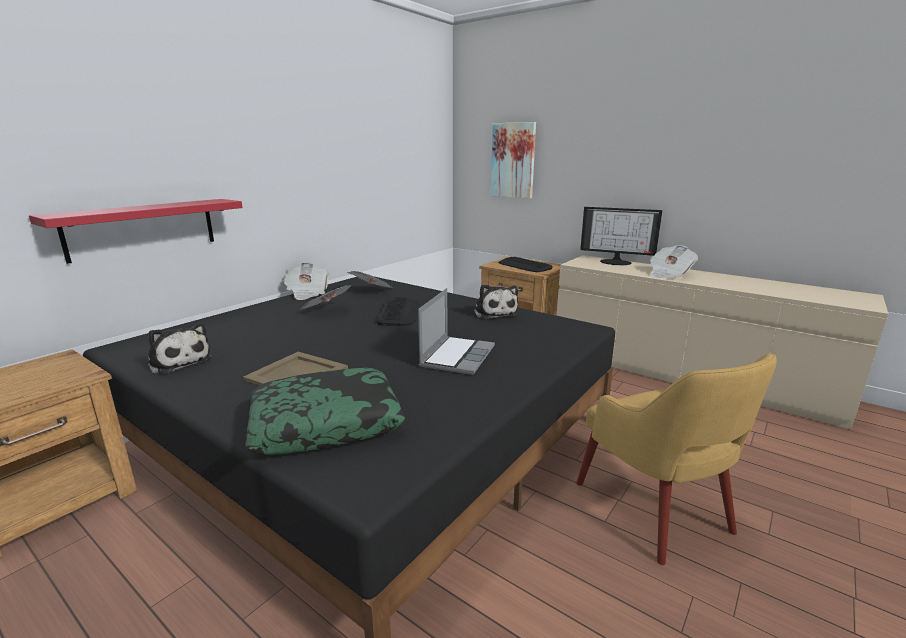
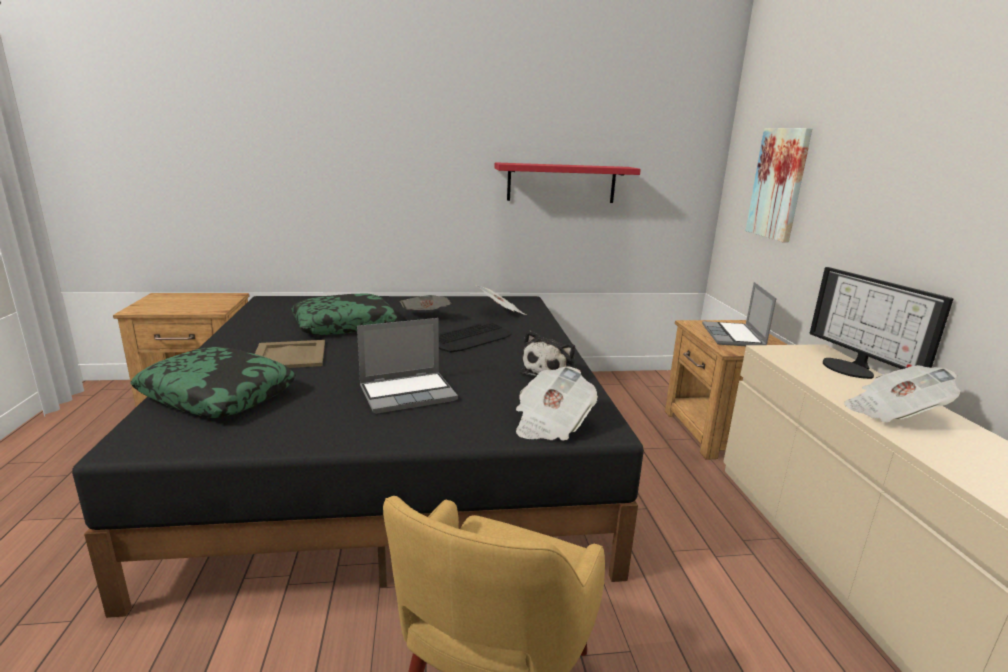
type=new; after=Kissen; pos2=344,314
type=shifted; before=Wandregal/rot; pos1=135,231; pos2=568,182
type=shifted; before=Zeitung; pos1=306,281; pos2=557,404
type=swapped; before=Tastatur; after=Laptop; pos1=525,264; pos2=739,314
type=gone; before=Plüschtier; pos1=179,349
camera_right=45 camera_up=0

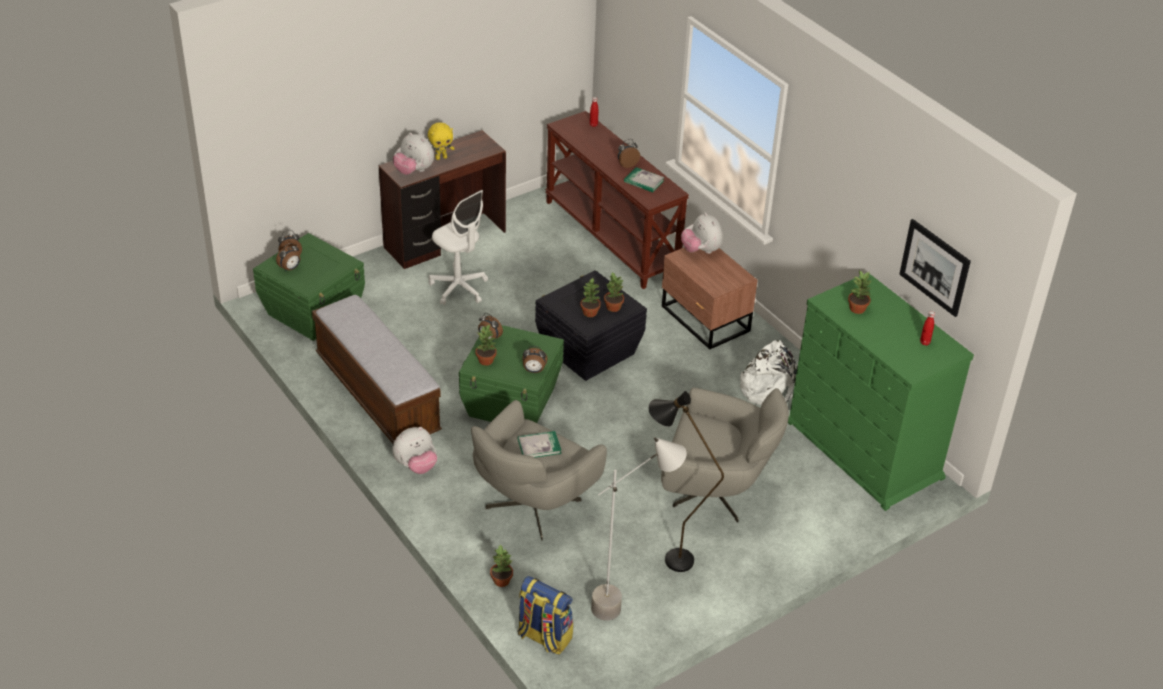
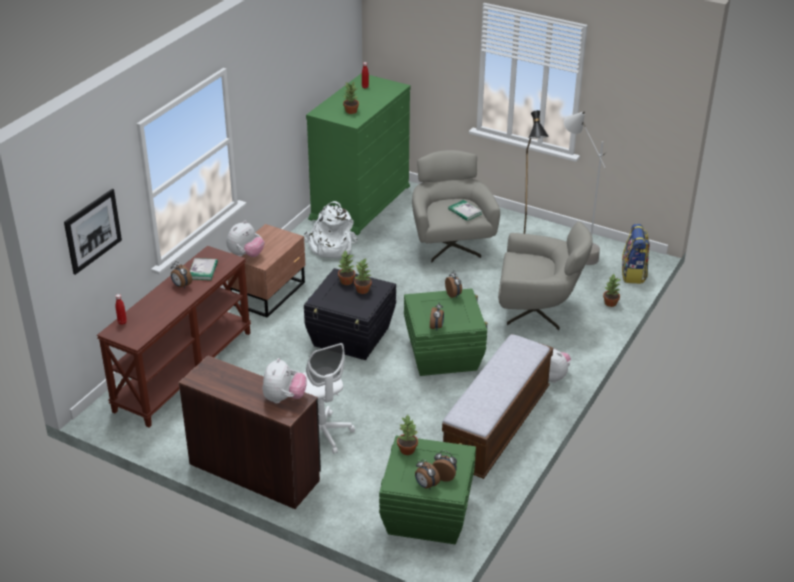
type=shifted; before=Bild; pos1=935,268; pos2=93,232
type=rotated; before=Bürostuhl/weiß; pos1=458,247; pos2=329,398; turn=135
type=shifted; before=Topfpflanze; pos1=486,345; pos2=407,435
type=shifted; before=Buch; pos1=539,444; pos2=465,210
type=gone; before=Plüschtier/gelb; pos1=441,141
camera_right=-115 camera_up=-5

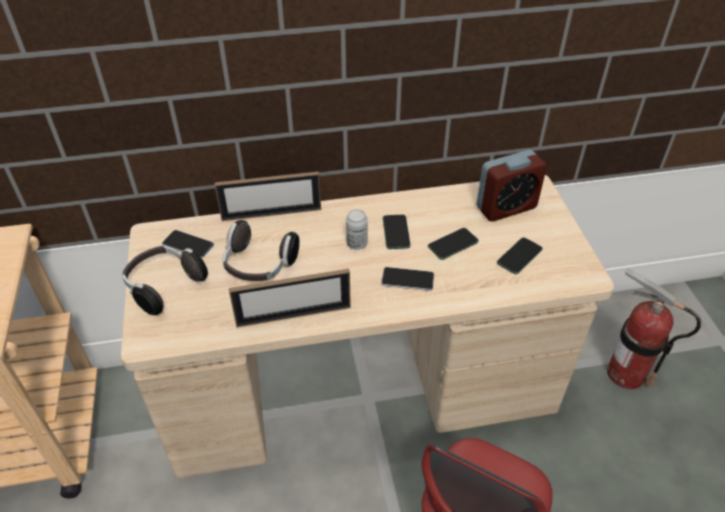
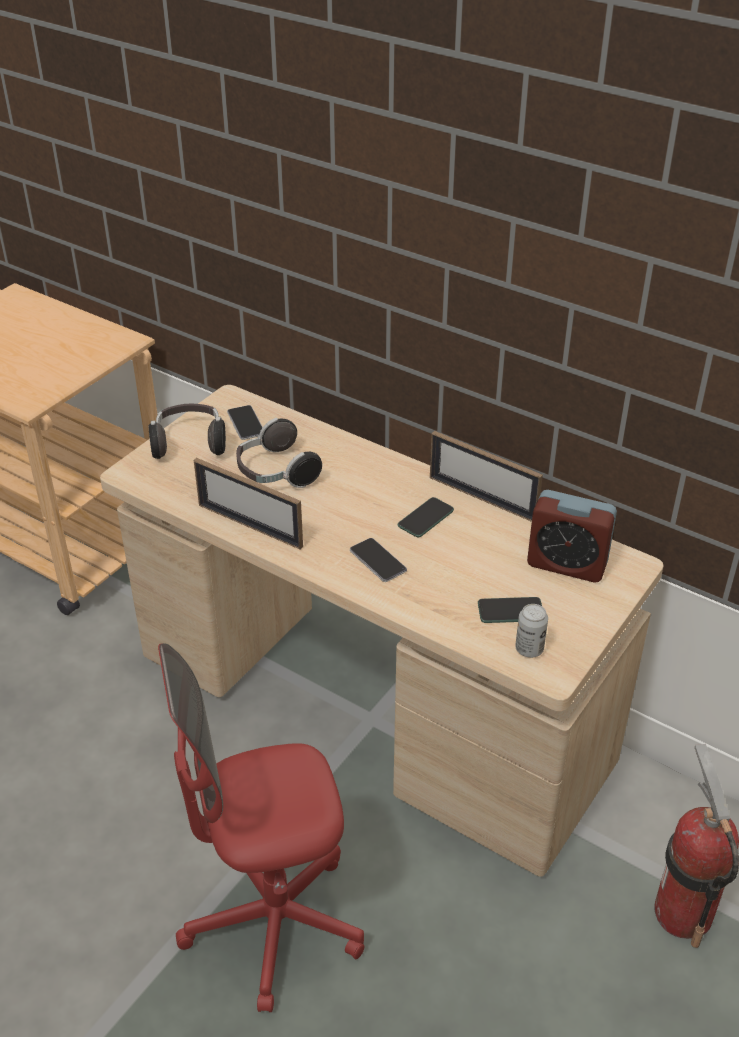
type=shifted; before=Bilderrahmen; pos1=267,196; pos2=486,476
type=shifted; before=Dose; pos1=357,229; pos2=531,631
type=gone; before=Handy; pos1=453,244
camera_right=45 camera_up=-5

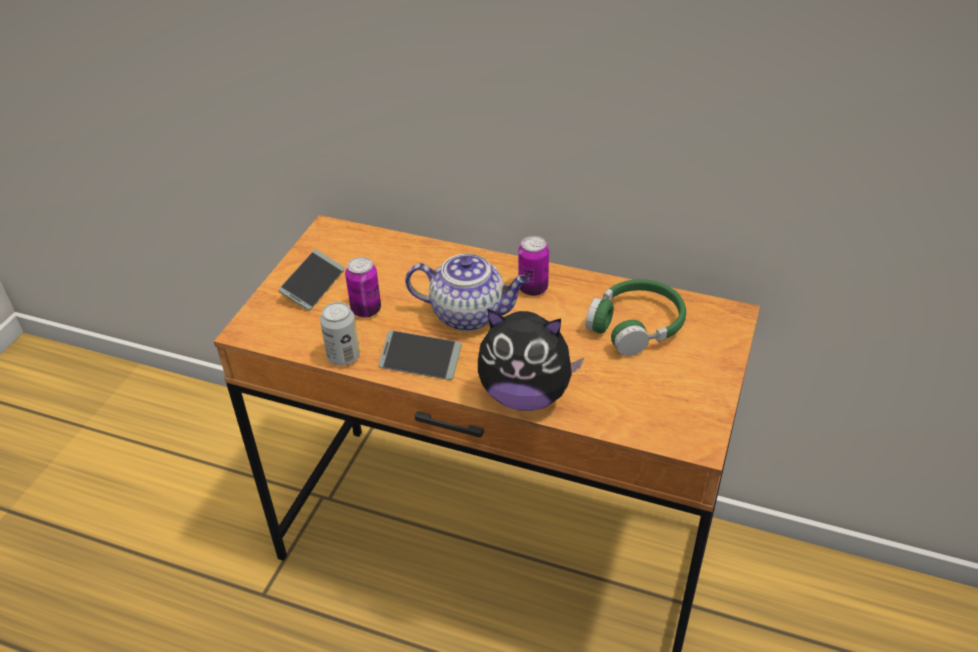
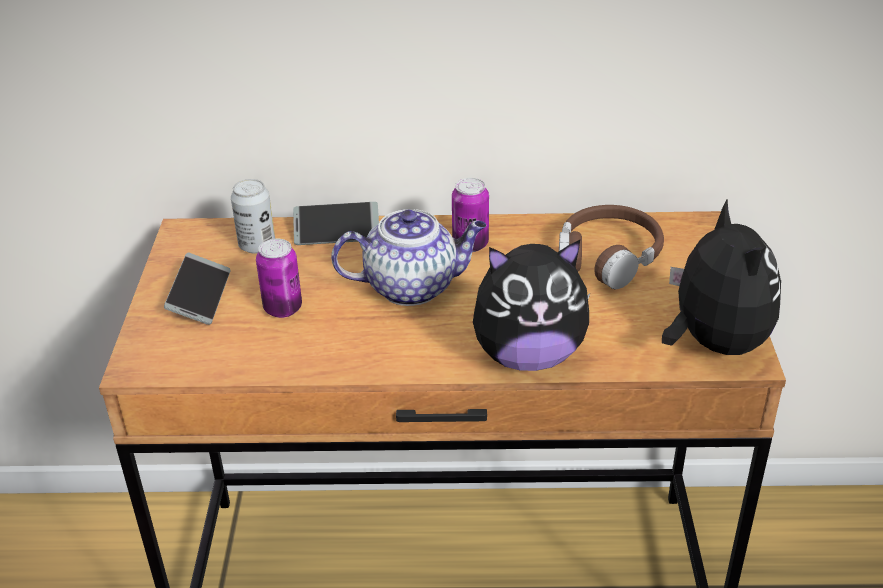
type=shifted; before=Dose; pos1=340,334; pos2=253,216
type=shifted; before=Handy; pos1=420,355; pos2=336,223
type=repainted; before=Kopfhörer/grün; after=Kopfhörer/braun; pos1=636,317; pos2=611,247
type=new; after=Plüschtier; pos2=721,277
camera_right=-20 camera_up=-5

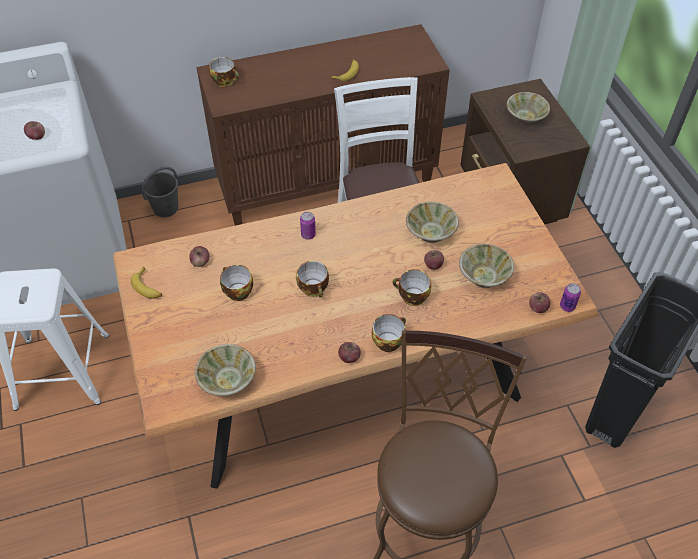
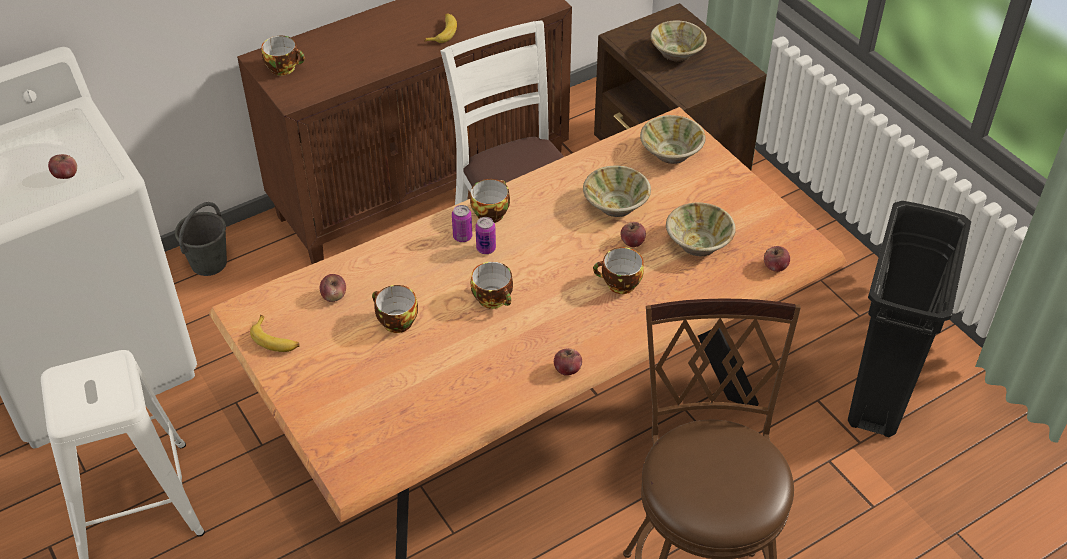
type=shifted; before=Tasse; pos1=389,333; pos2=490,201
type=shifted; before=Dose; pos1=570,297; pos2=485,235
type=shifted; before=Schüssel/beige; pos1=225,370; pos2=673,139
camera_right=-15 camera_up=-5

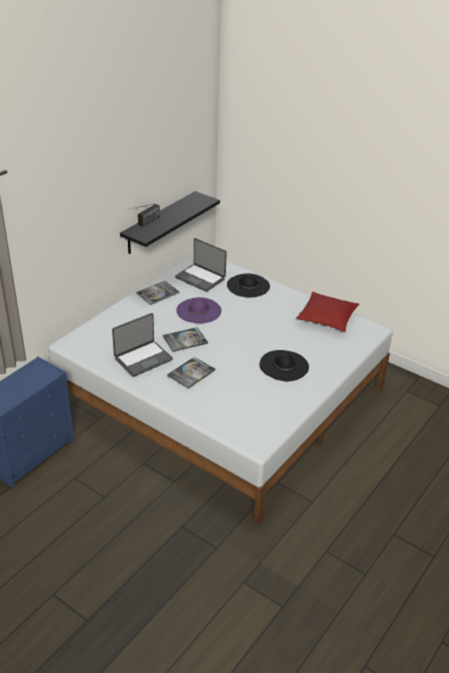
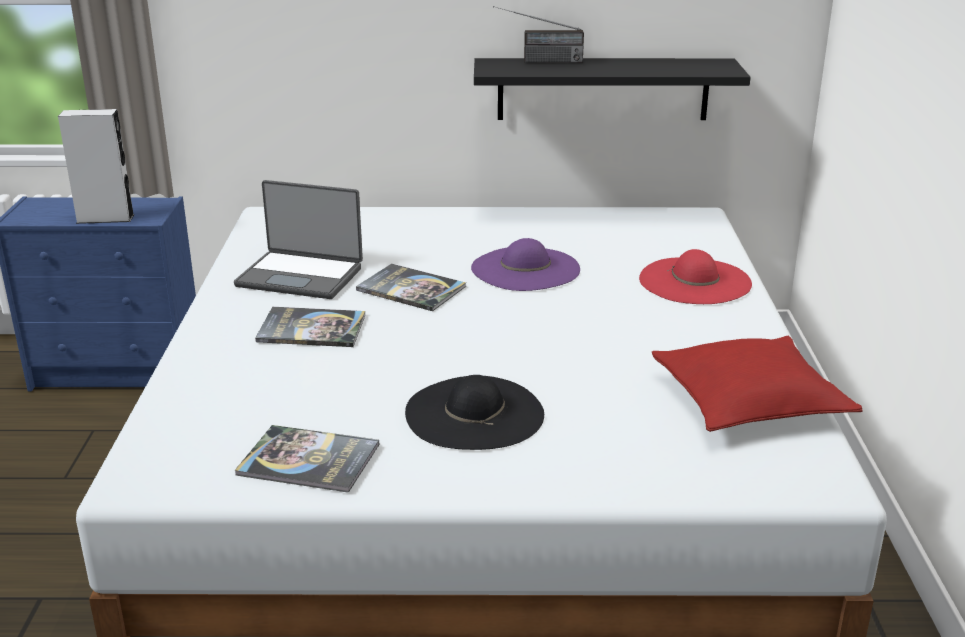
type=new; after=Lautsprecher/grau; pos2=96,166
type=shifted; before=Buch; pos1=157,293; pos2=307,459
type=repainted; before=Hut/schwarz; after=Hut/rot; pos1=248,285; pos2=695,276
type=gone; before=Laptop; pos1=201,265
camera_right=55 camera_up=-10

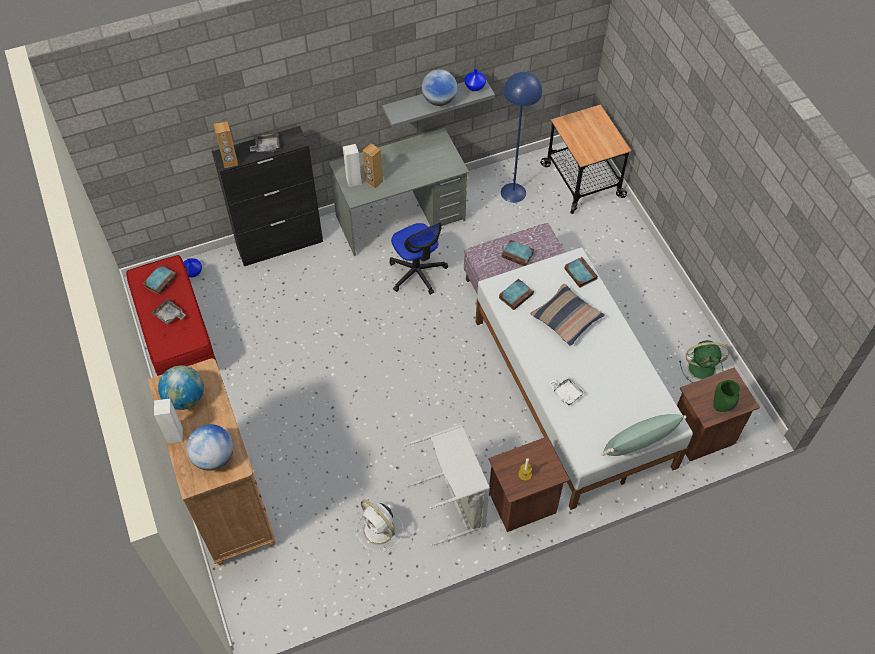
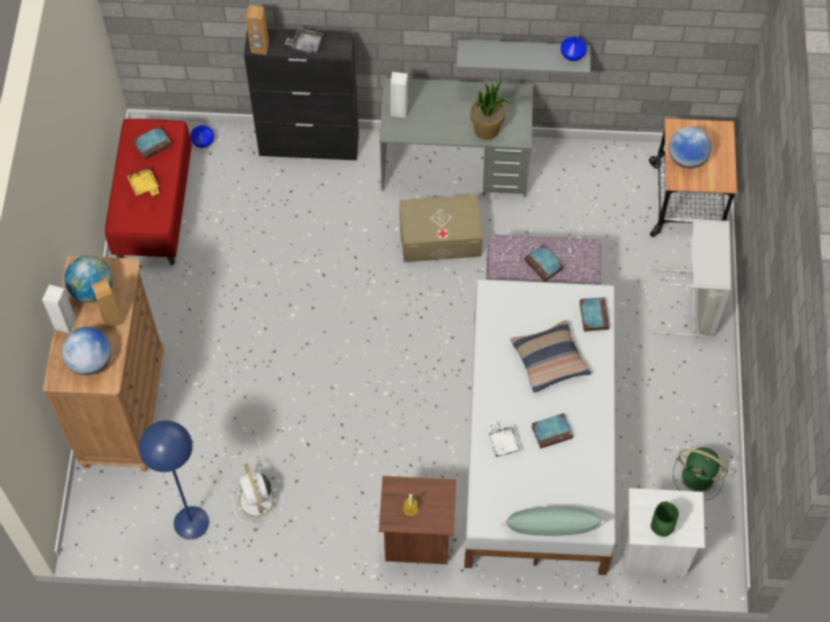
type=shifted; before=Lautsprecher/braun; pos1=373,165; pos2=107,304
type=repainted; before=Tablett/grau; after=Tablett/gelb; pos1=169,311; pos2=143,181
type=shifted; before=Stehlampe/blau; pos1=521,137; pos2=174,480
type=swapped; before=Bürostuhl; after=Aufbewahrungsbox/beige; pos1=418,258; pos2=441,228
type=new; after=Topfpflanze; pos2=490,110
type=shifted; before=Buch; pos1=516,294; pos2=552,431
type=repainted; before=Nachttisch/braun; after=Nachttisch/weiß; pos1=718,414; pos2=663,532
type=shifted; before=Wäschekorb/grau; pos1=447,485; pos2=691,278
type=shifted; before=Globus; pos1=439,87; pos2=690,147
camera_right=25 camera_up=5

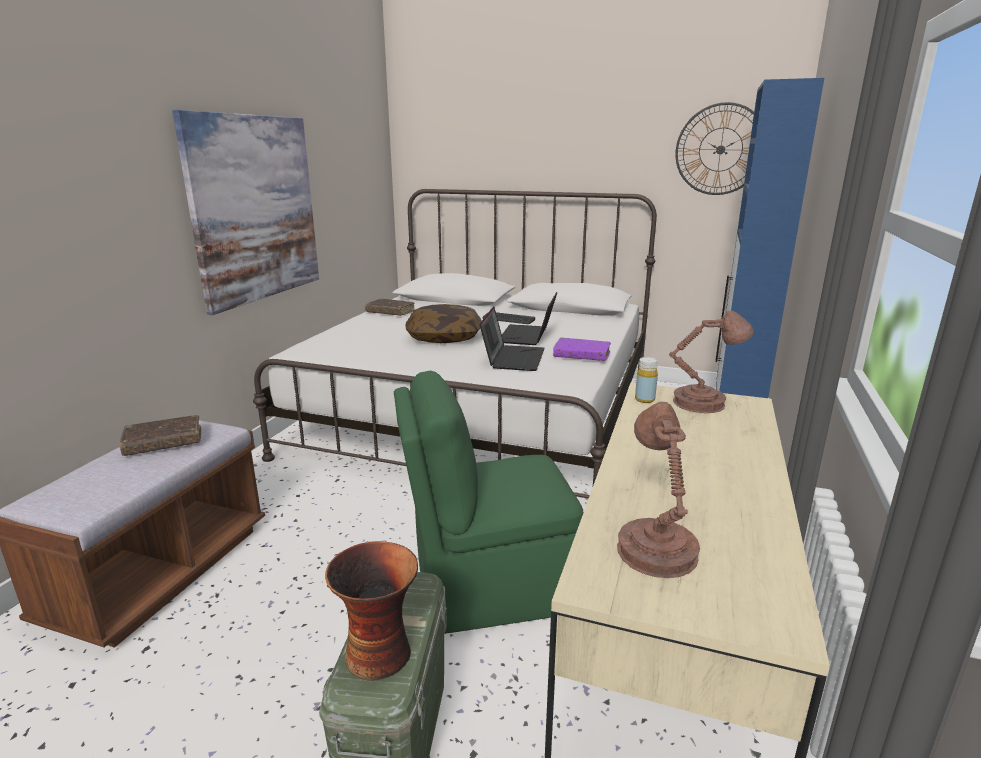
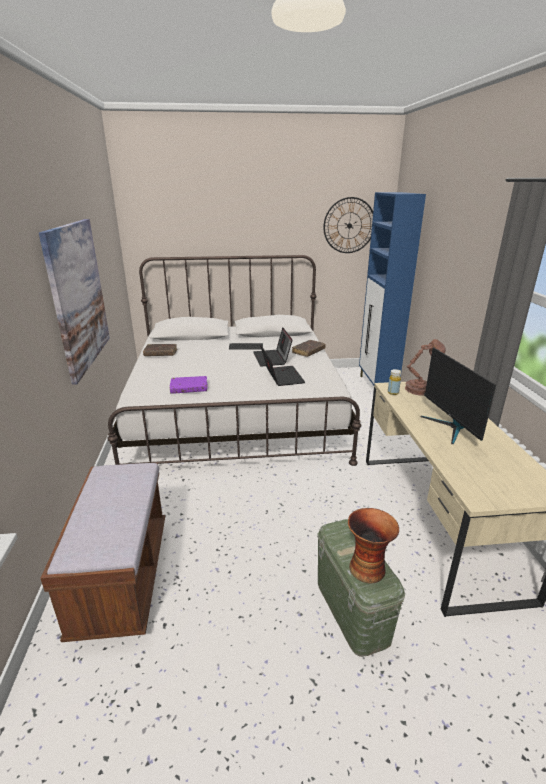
type=shifted; before=Buch/lila; pos1=582,349; pos2=188,385
type=shifted; before=Buch/braun; pos1=160,435; pos2=309,348
type=new; after=Monitor; pos2=458,396
type=gone; before=Stuhl/grün; pos1=488,502
type=gone; before=Kissen; pos1=443,323
type=gone; before=Tischlampe/braun; pos1=658,490
camera_right=-25 camera_up=5

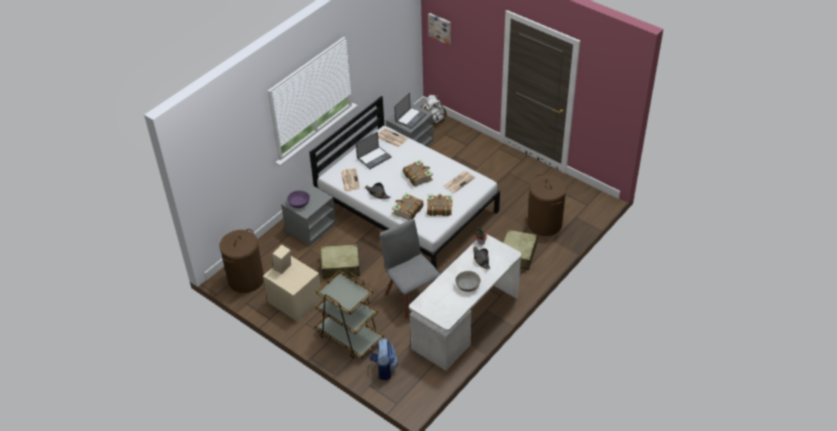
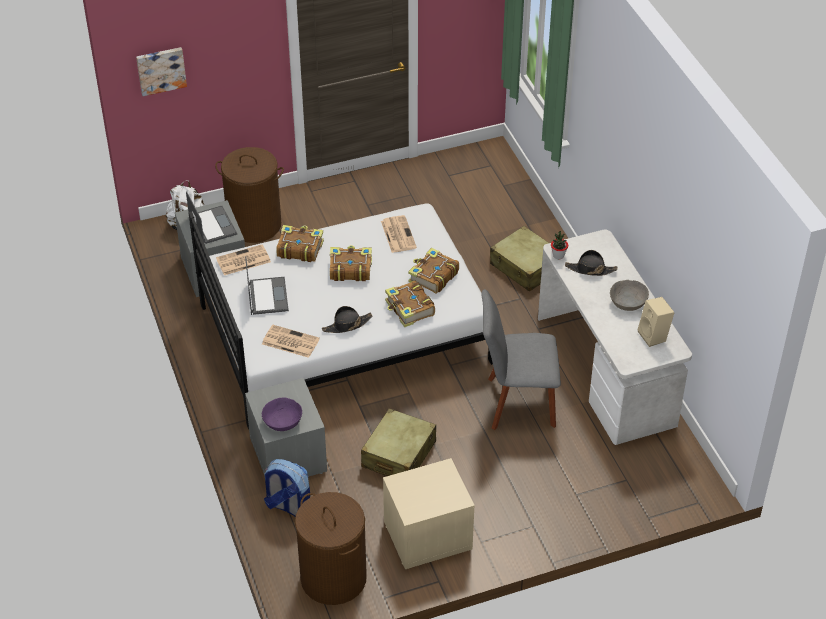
type=shifted; before=Wäschekorb/braun; pos1=547,205; pos2=249,195
type=shifted; before=Rucksack; pos1=384,359; pos2=287,487
type=new; after=Buch; pos2=300,243
type=shifted; before=Lautsprecher/beige; pos1=281,259; pos2=656,322
type=gone; before=Rollwagen/braun; pos1=349,314
camera_right=-60 camera_up=0

